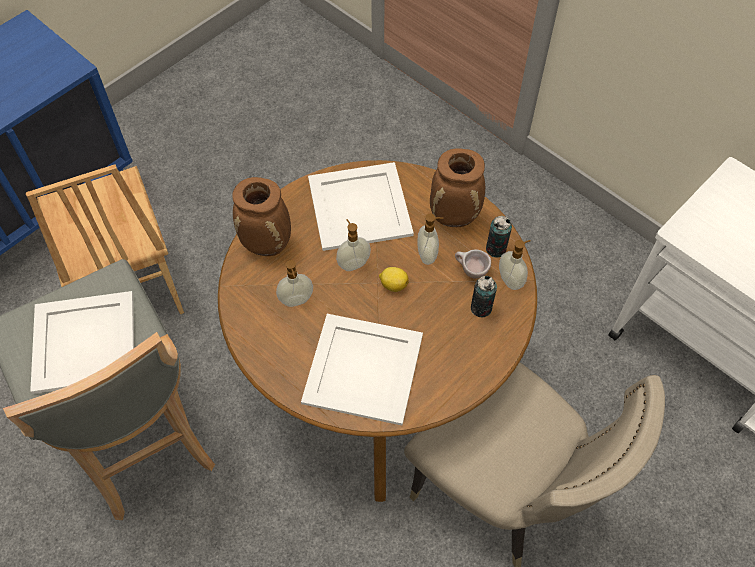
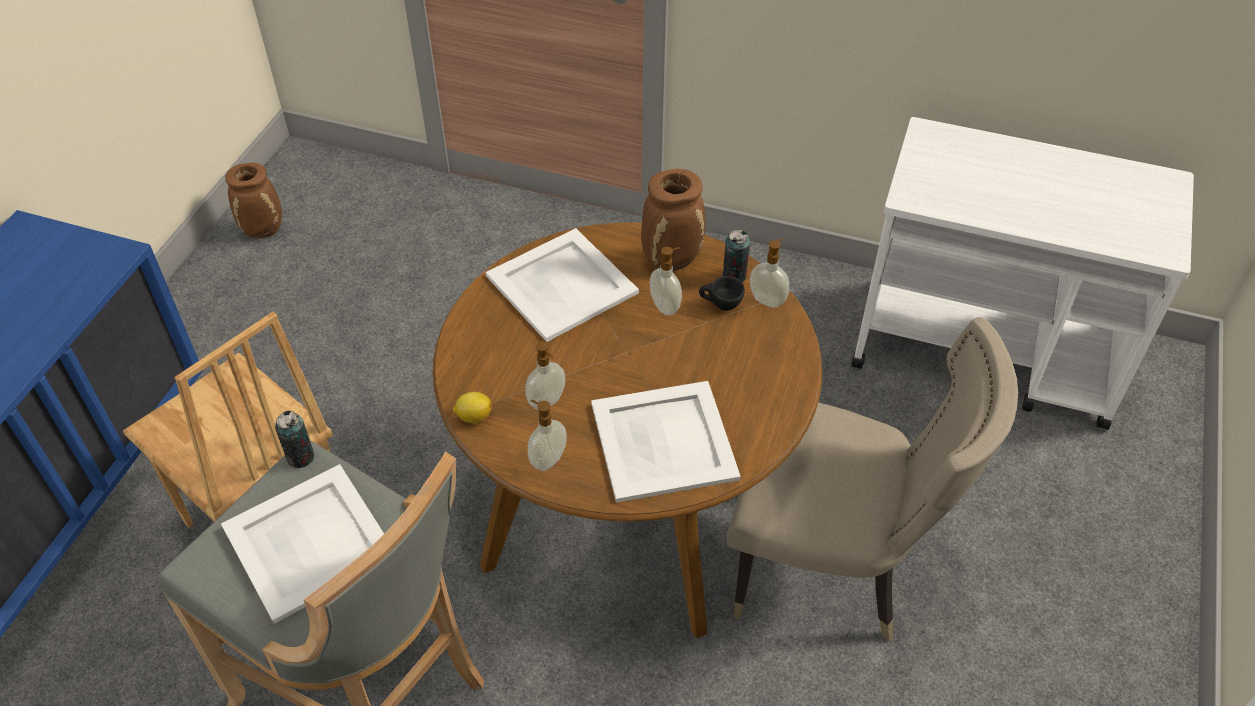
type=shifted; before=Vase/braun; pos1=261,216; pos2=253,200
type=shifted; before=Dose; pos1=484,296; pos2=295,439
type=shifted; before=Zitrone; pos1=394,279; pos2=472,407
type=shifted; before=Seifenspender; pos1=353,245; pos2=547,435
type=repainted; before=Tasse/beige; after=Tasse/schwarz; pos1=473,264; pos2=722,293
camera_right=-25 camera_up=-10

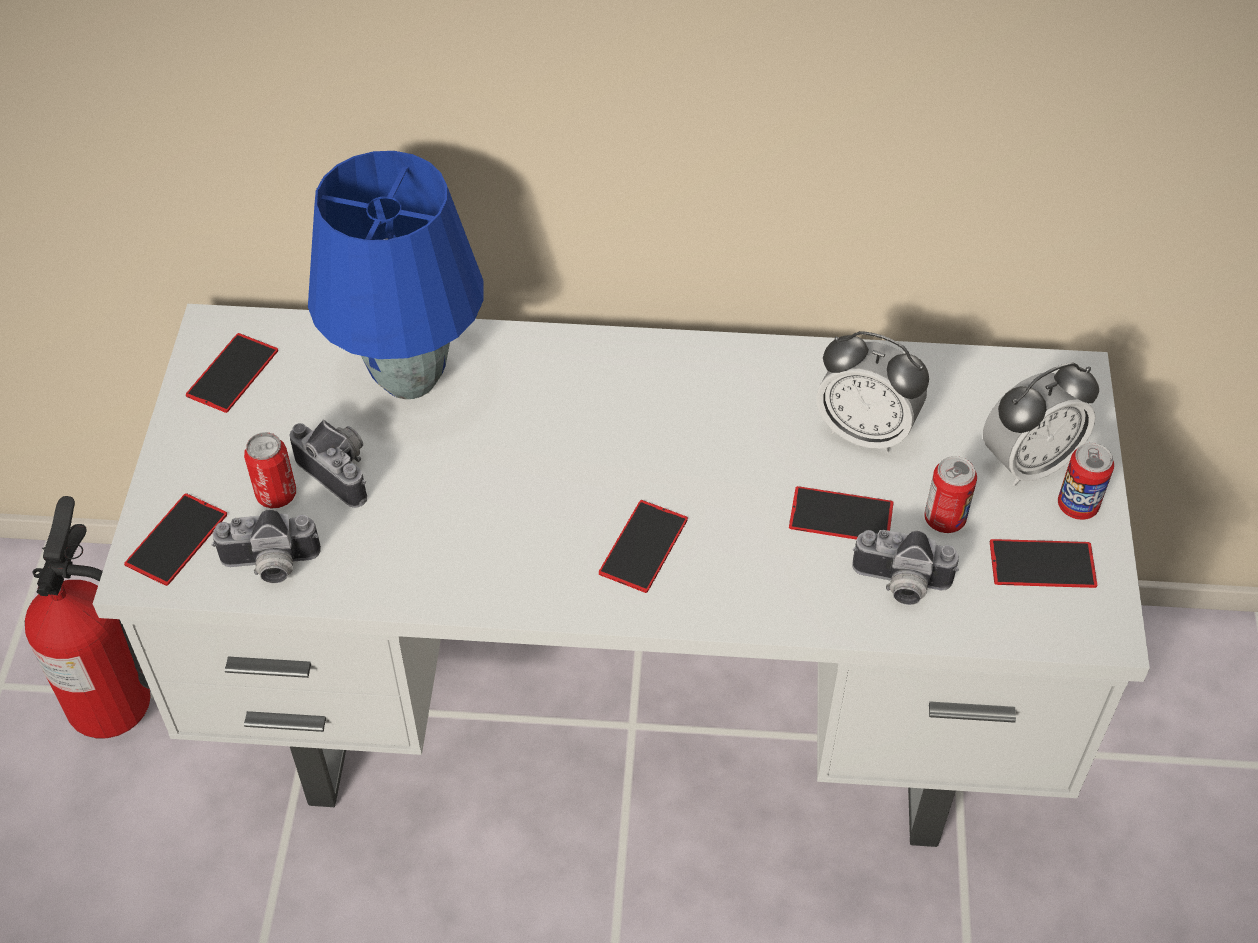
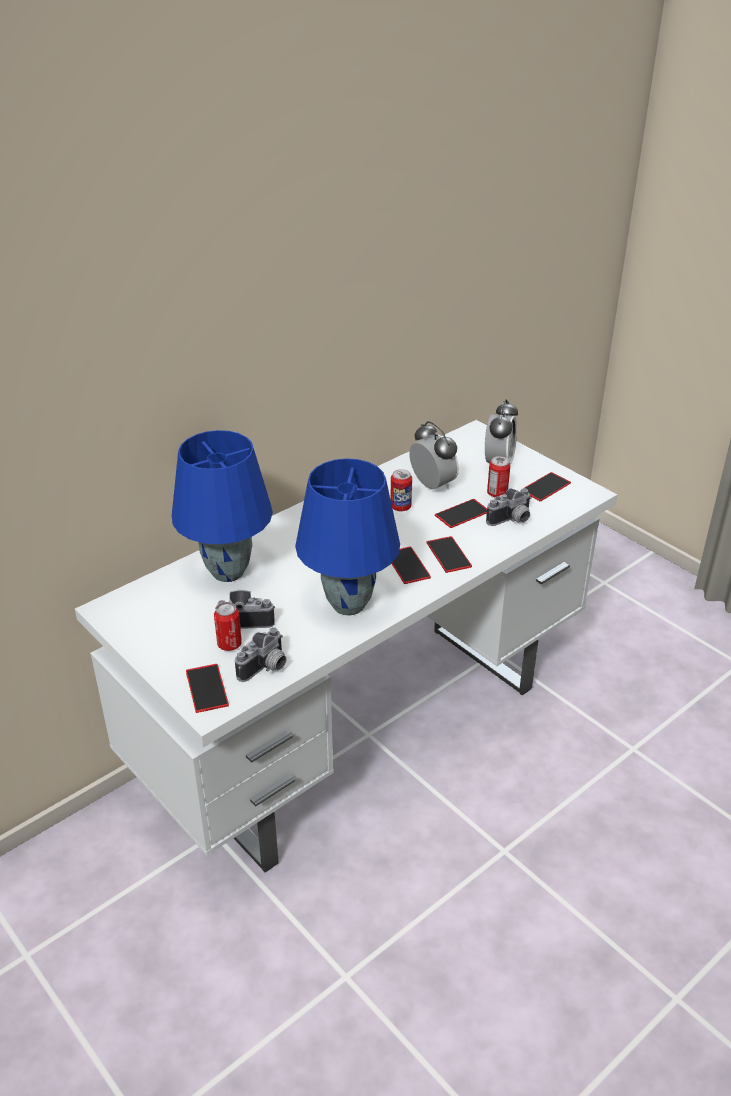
type=new; after=Tischlampe/blau; pos2=347,536
type=shifted; before=Dose; pos1=1086,481; pos2=401,490
type=rotated; before=Wecker; pos1=873,392; pos2=434,455; turn=-105
type=shifted; before=Handy; pos1=232,373; pos2=449,554
type=gone; before=Feuerlöscher; pos1=88,617
camera_right=-45 camera_up=-15

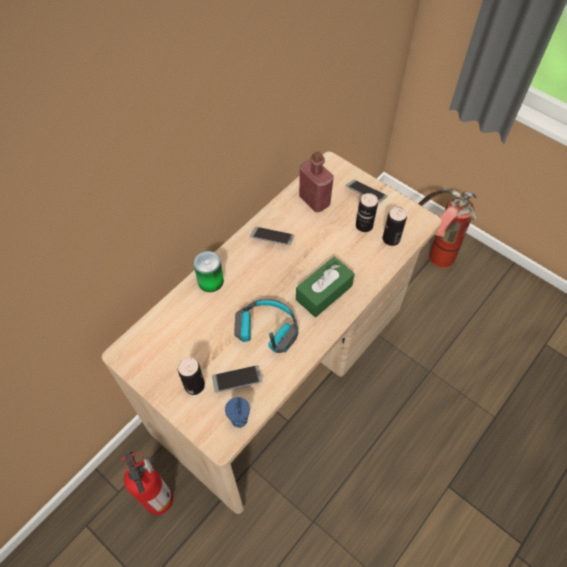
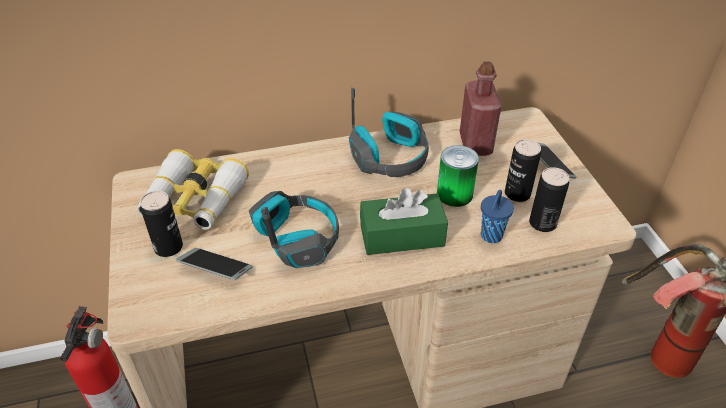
type=new; after=Fernglas; pos2=193,189
type=swapped; before=Handy; after=Kopfhörer; pos1=272,236; pos2=389,132
type=shifted; before=Dose; pos1=208,271; pos2=458,176
type=shifted; before=Tasse/blau; pos1=237,412; pos2=497,216
camera_right=35 camera_up=-15

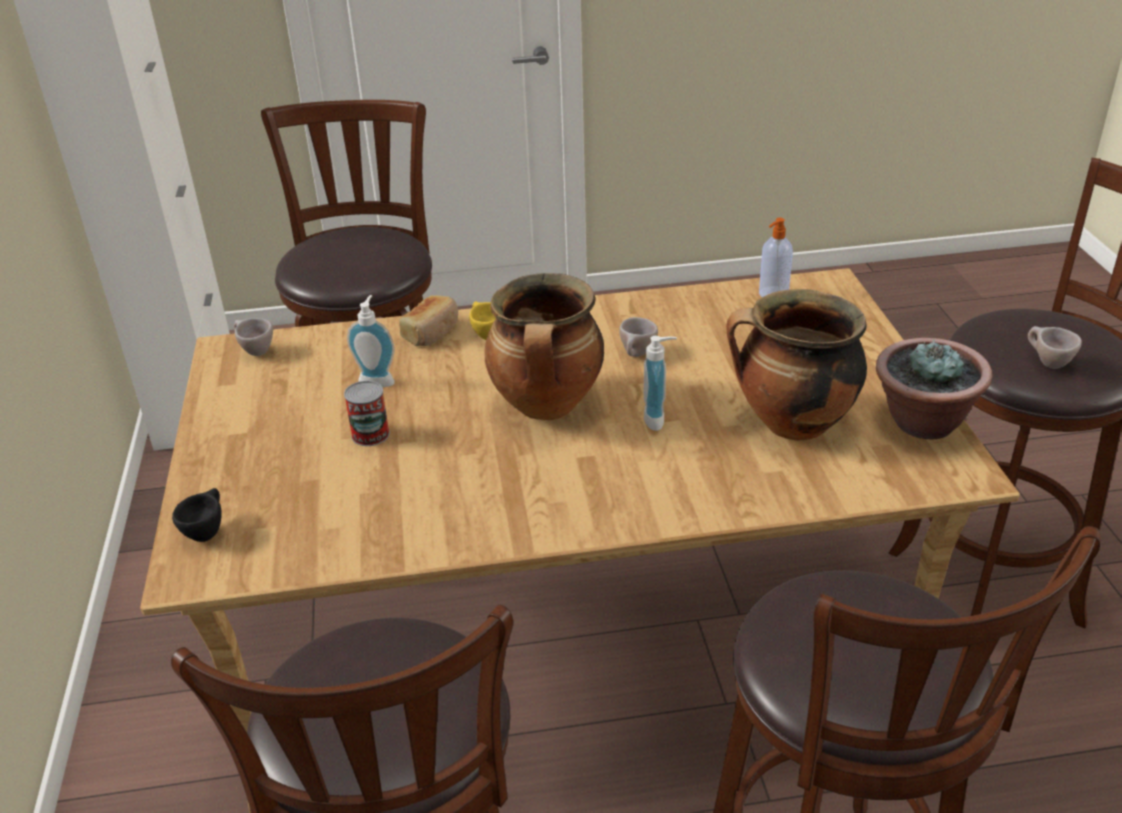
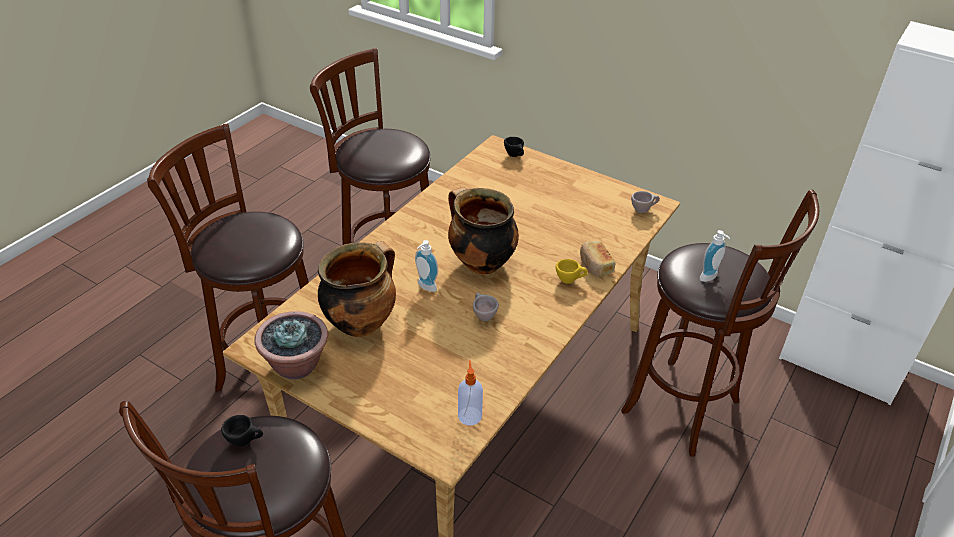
type=repainted; before=Tasse/beige; after=Tasse/schwarz; pos1=1055,347; pos2=242,431
type=shifted; before=Seifenspender; pos1=371,341; pos2=715,256
type=gone; before=Dose; pos1=367,413
camera_right=130 camera_up=5

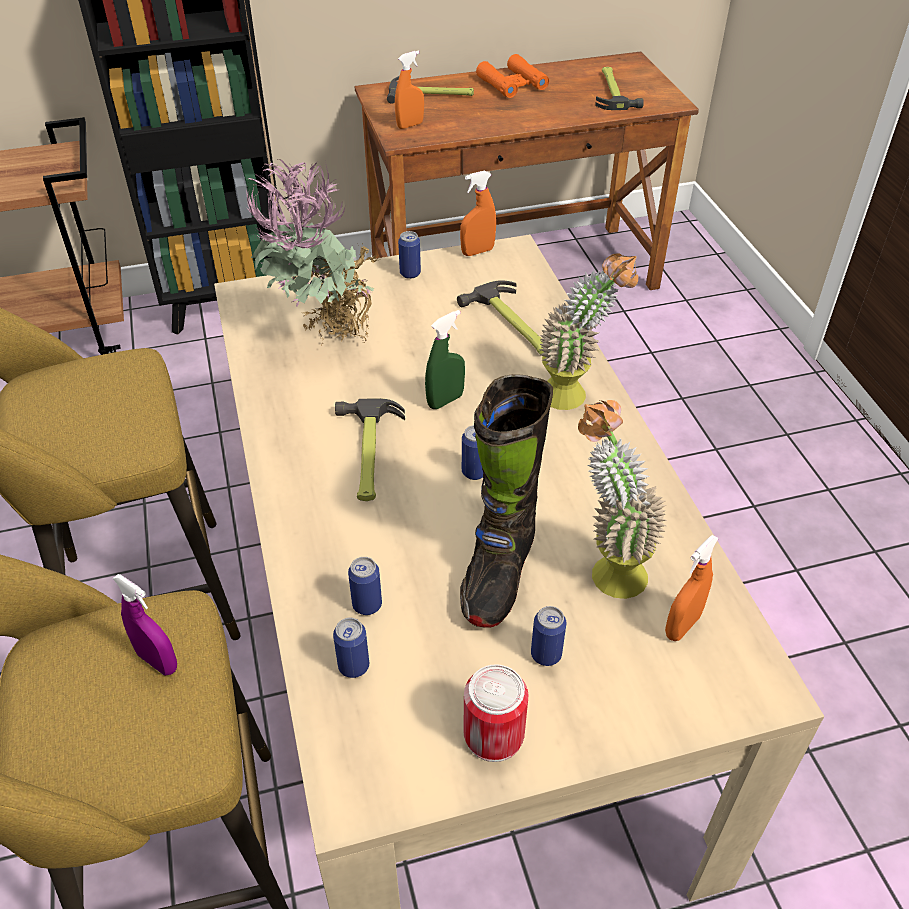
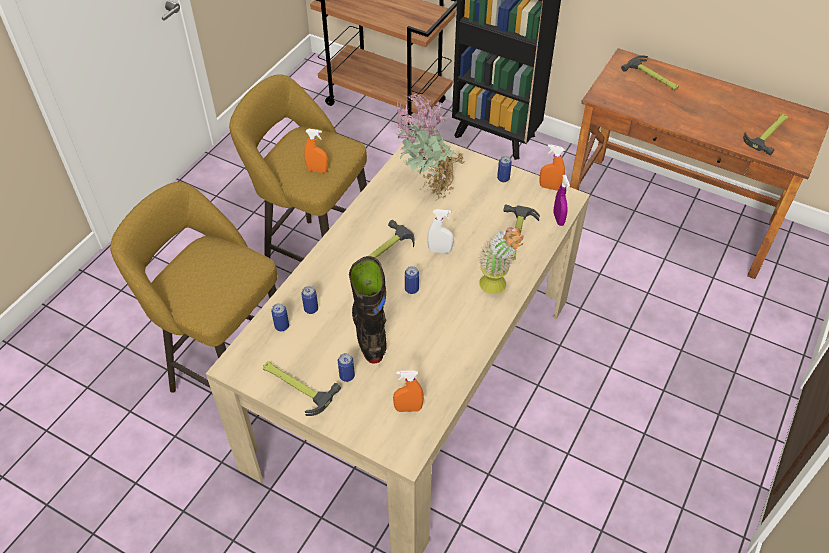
type=swapped; before=Dose; after=Hammer; pos1=495,713; pos2=302,388
type=shifted; before=Sprühflasche/orange; pos1=409,90; pos2=316,151
type=rotated; before=Stiefel/schwarz; pos1=506,501; pos2=368,309; turn=105
type=repainted; before=Sprühflasche/grün; after=Sprühflasche/weiß; pos1=445,359; pos2=440,231
type=shifted; before=Sprühflasche/lila; pos1=144,625; pos2=561,200
type=gone; before=Fernglas/orange; pos1=512,76
type=gone; before=Topfpflanze; pos1=622,499
camera_right=45 camera_up=5

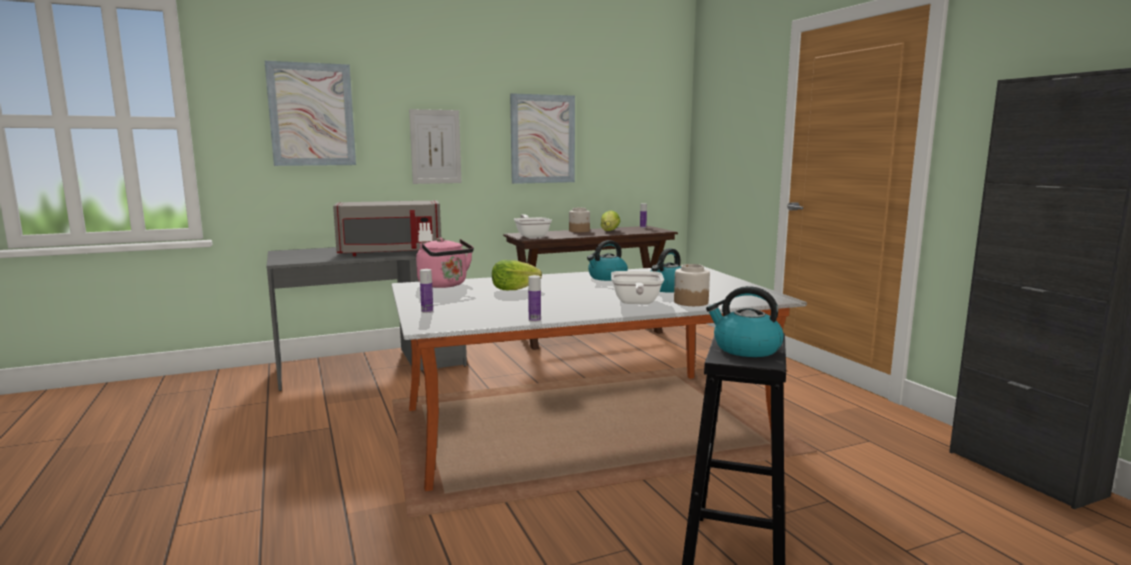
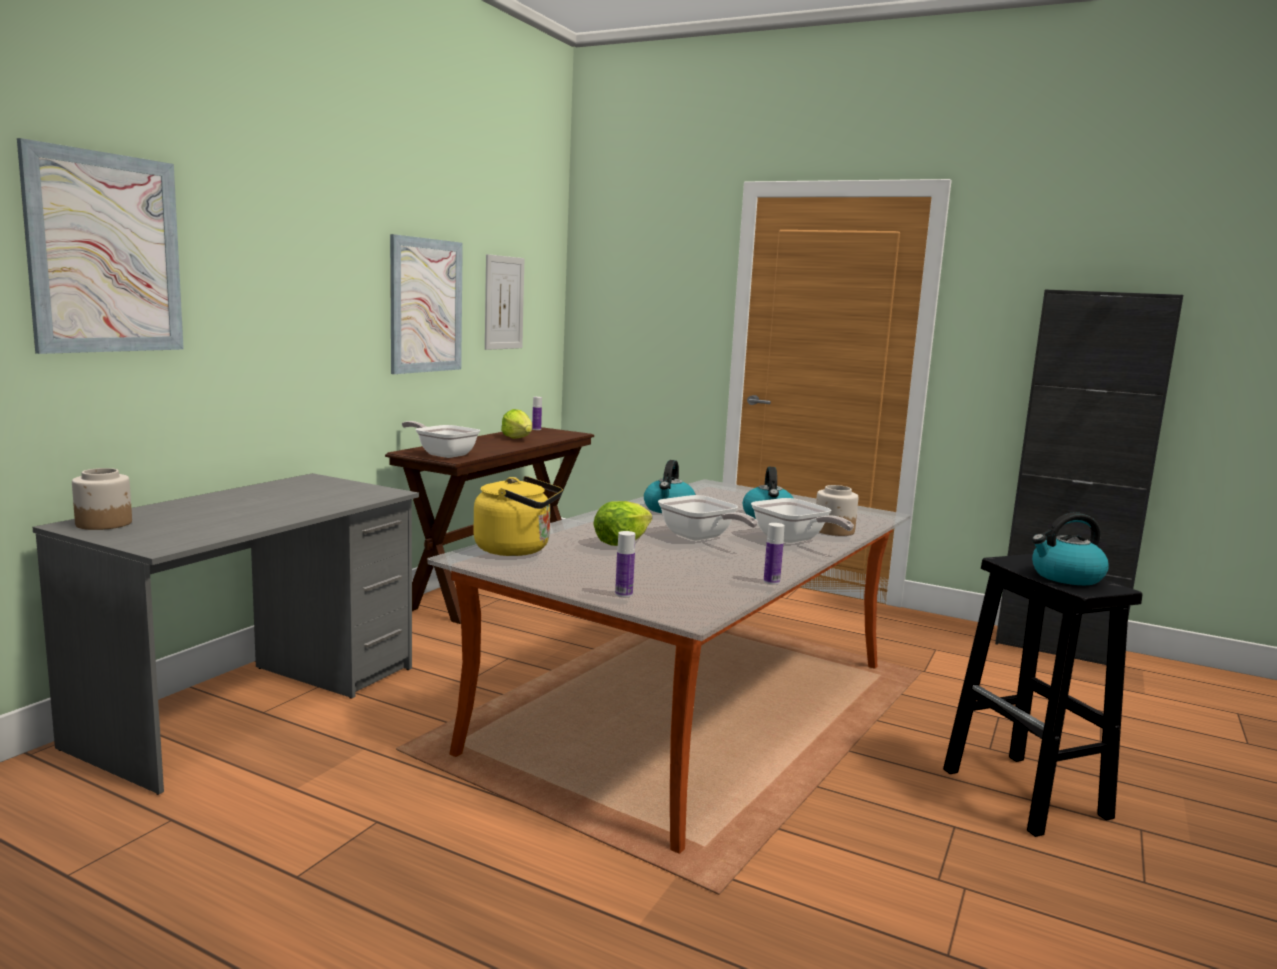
type=shifted; before=Vorratsglas; pos1=579,220; pos2=102,499
type=repainted; before=Wasserkessel/rosa; after=Wasserkessel/gelb; pos1=445,263; pos2=518,516
type=shifted; before=Bild; pos1=435,146; pos2=504,302
type=new; after=Pfanne; pos2=708,517
type=gone; before=Mikrowelle/grau; pos1=387,228
camera_right=-40 camera_up=0

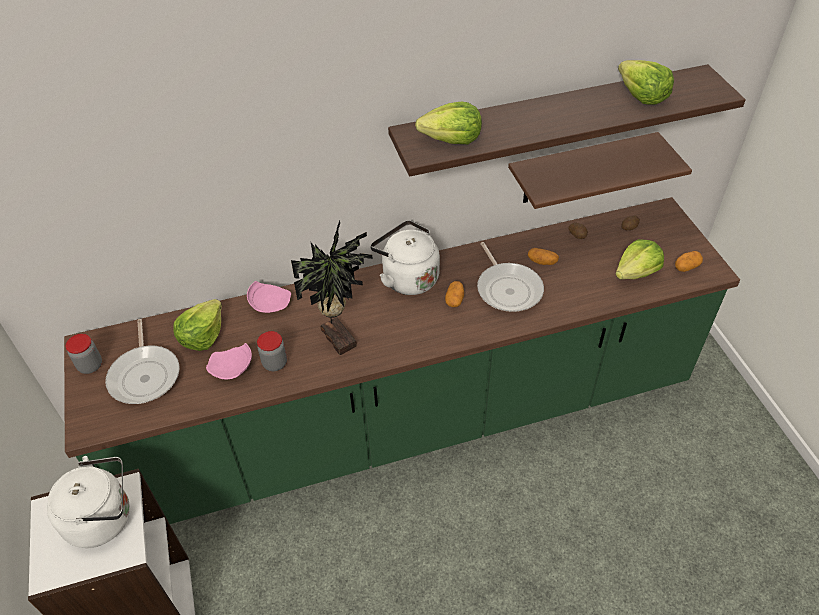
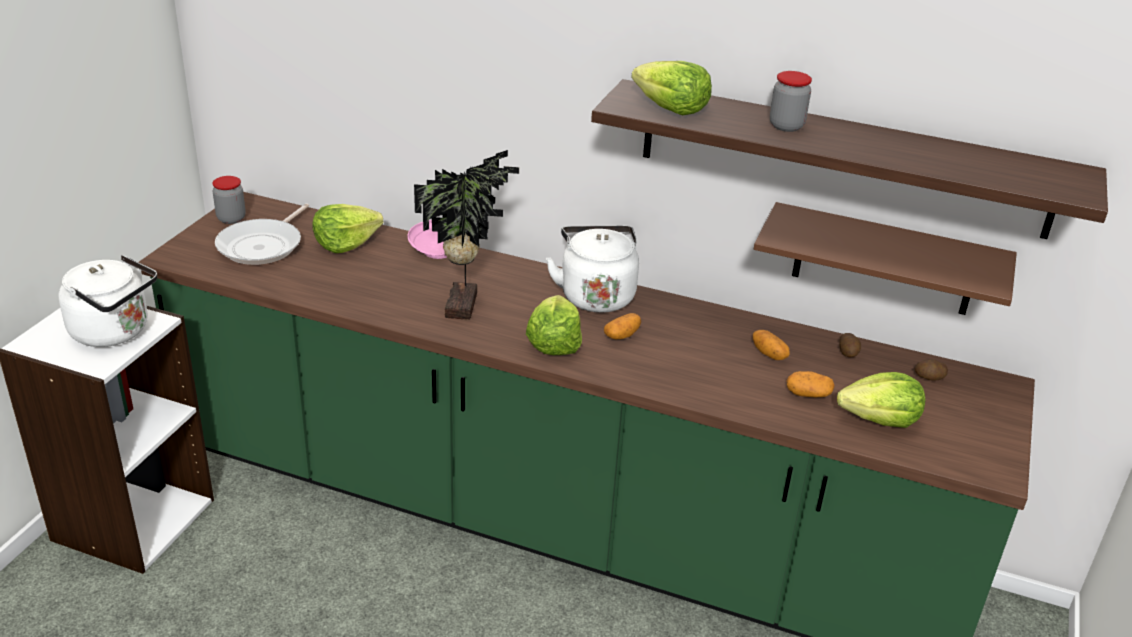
type=shifted; before=Salatkopf; pos1=646,82; pos2=554,325
type=shifted; before=Vorratsglas; pos1=272,351; pos2=791,101
type=shifted; before=Kartoffel; pos1=689,261; pos2=811,384
type=gone; before=Teller/rosa; pos1=229,361
type=gone; before=Pfanne; pos1=510,277
camera_right=35 camera_up=-15

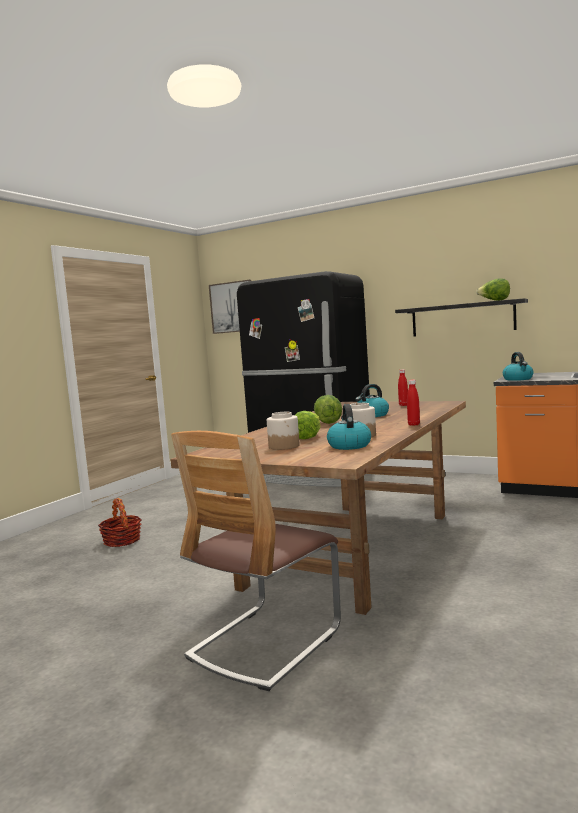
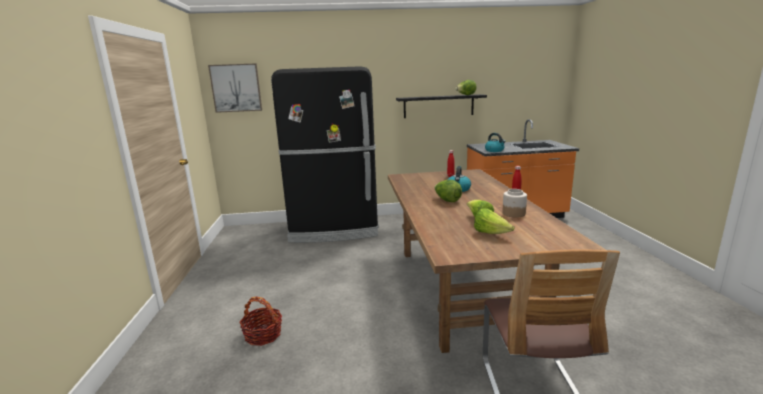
type=swapped; before=Vorratsglas; after=Salatkopf; pos1=283,431; pos2=494,221
type=gone; before=Wasserkessel; pos1=349,427
camera_right=-35 camera_up=10

